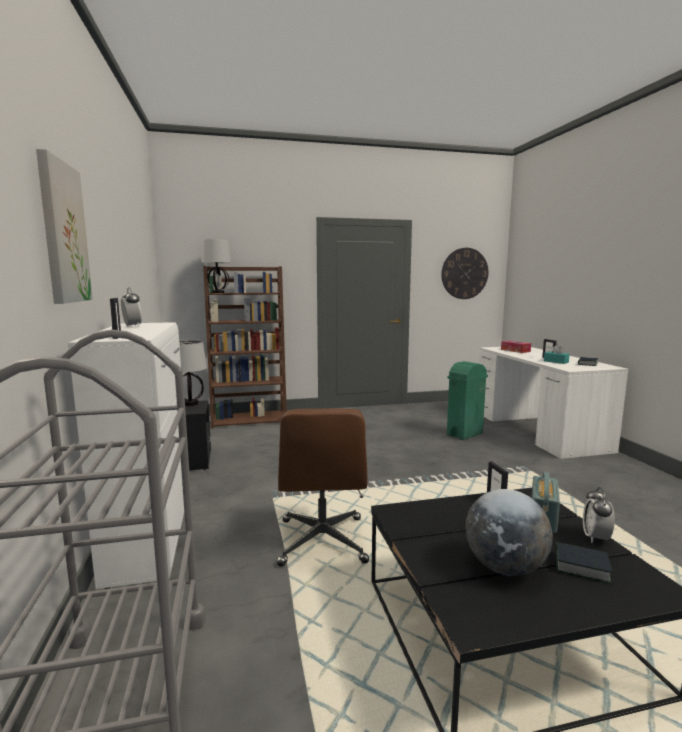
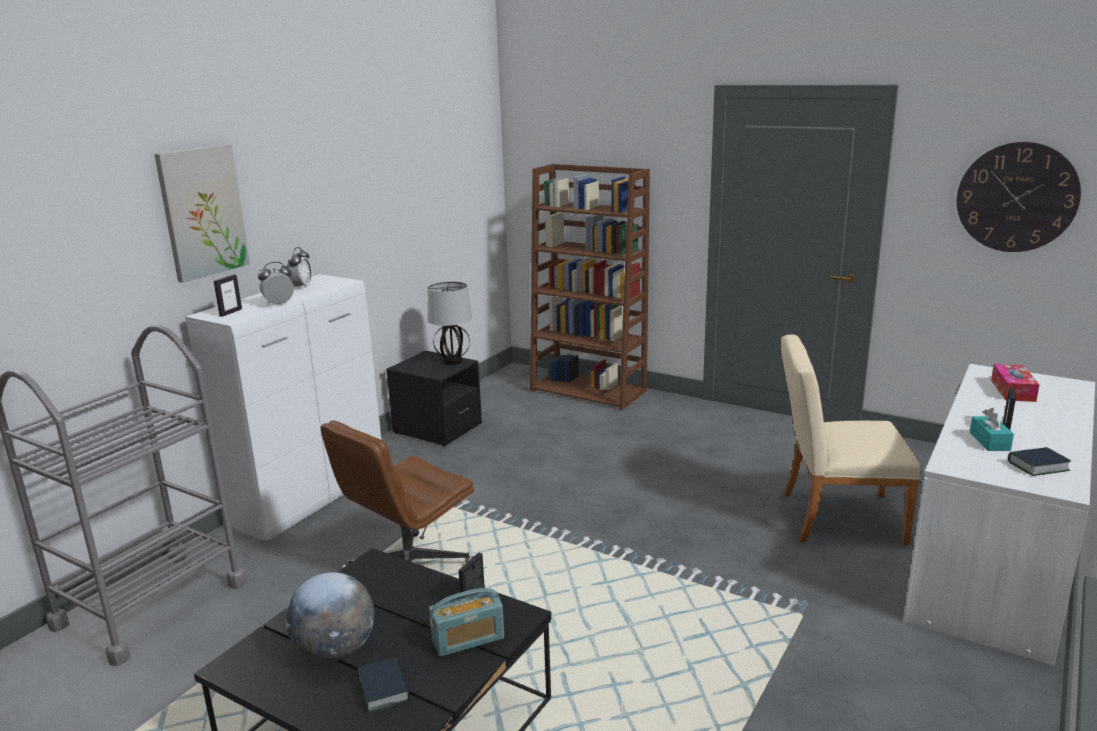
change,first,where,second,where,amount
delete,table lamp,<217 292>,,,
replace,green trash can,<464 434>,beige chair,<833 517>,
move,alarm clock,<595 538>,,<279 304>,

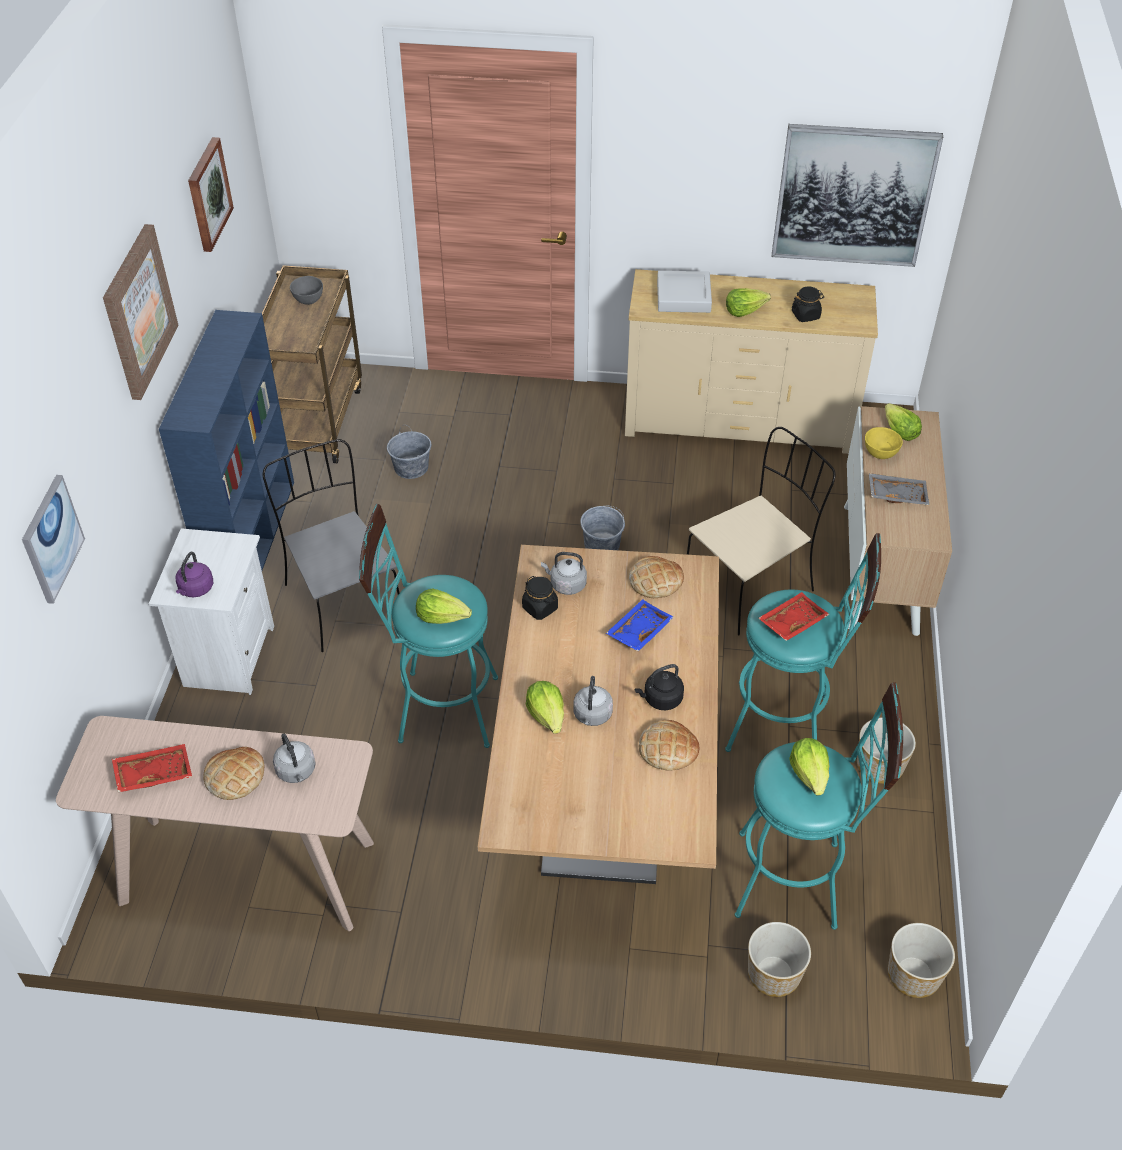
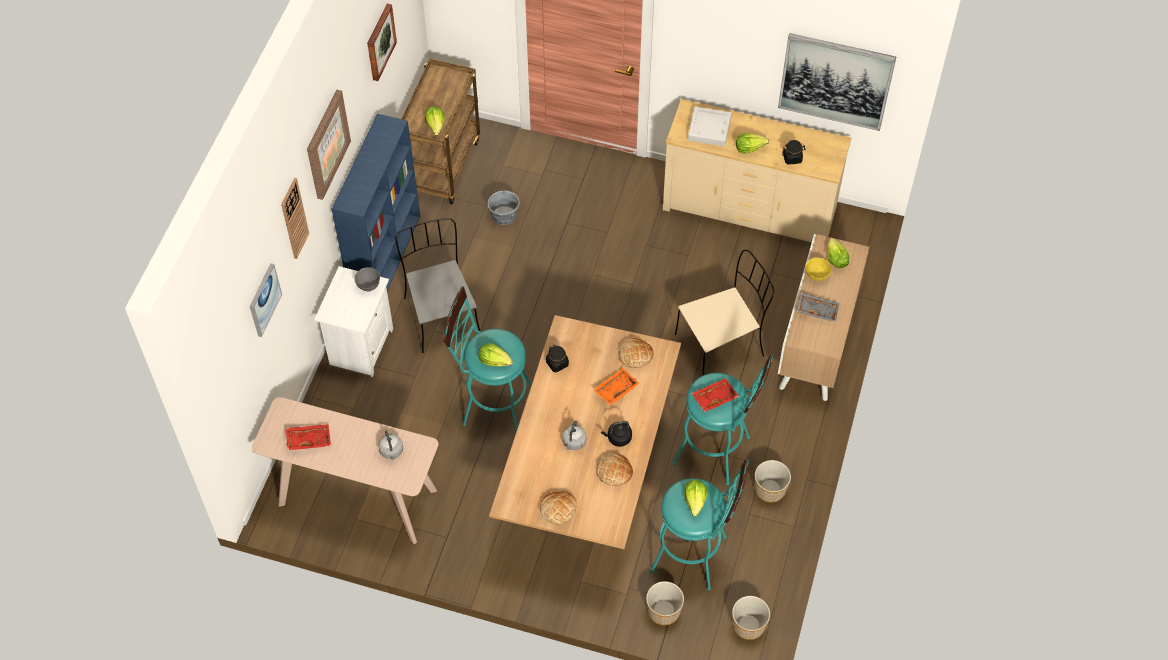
change,first,where,second,where,amount
delete,purple kettle,<195 589>,,,
move,bread,<235 776>,,<558 509>,
move,grey bowl,<308 300>,,<368 285>,
move,lettuce,<547 715>,,<435 126>,
delete,grey kettle,<566 584>,,,
delete,grey bucket,<602 544>,,,
recolor,blue tray,<638 631>,orange tray,<615 389>,
insert,,,wall clock,<294 218>,

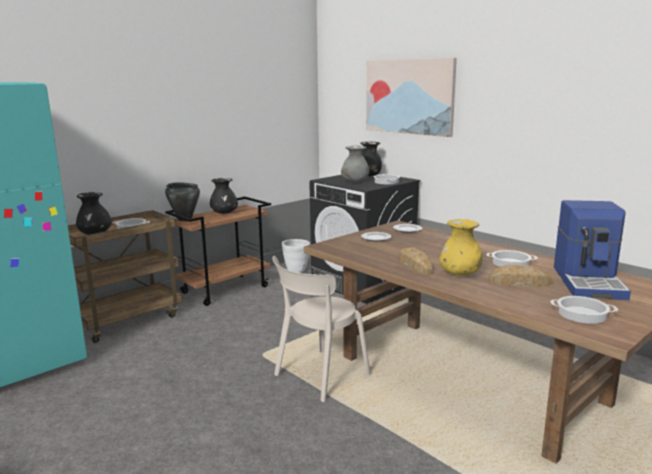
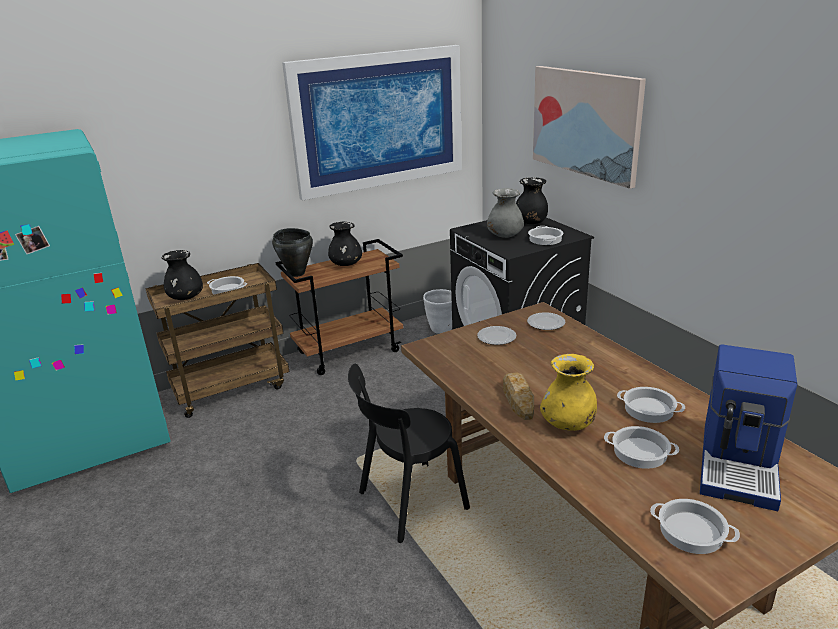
change,first,where,second,where,amount
recolor,beige chair,<319 376>,black chair,<408 502>,
replace,bread,<520 282>,cooking pot,<640 452>,
insert,,,picture,<379 120>,

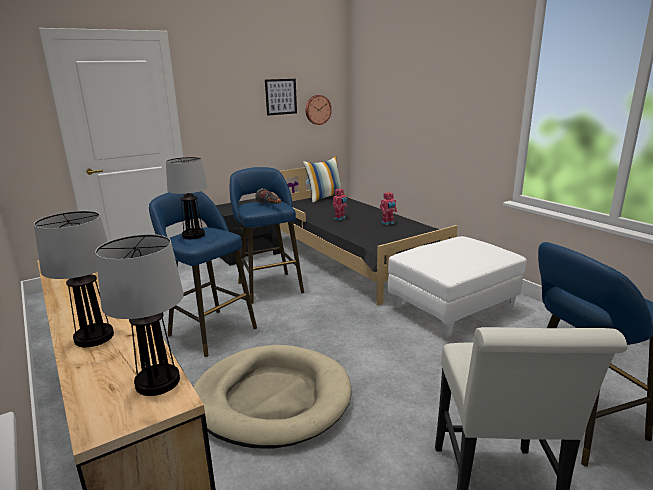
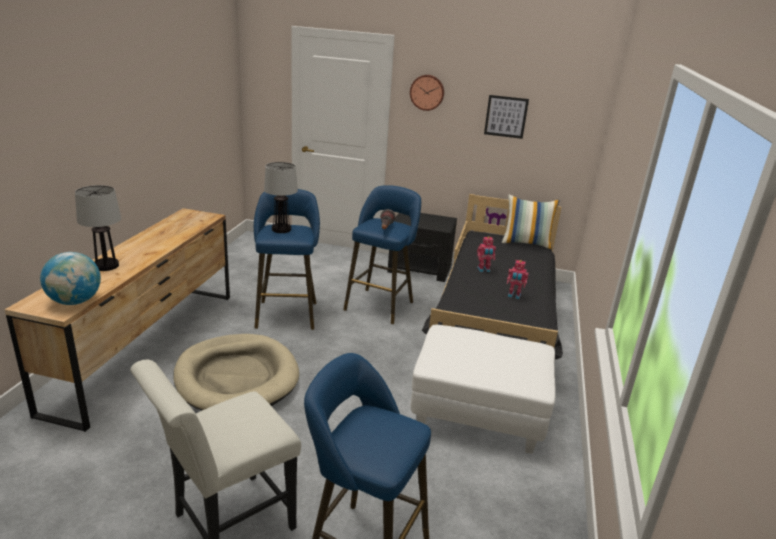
change,first,where,second,where,amount
replace,table lamp,<158 382>,globe,<75 301>,
move,wall clock,<317 109>,,<427 92>,

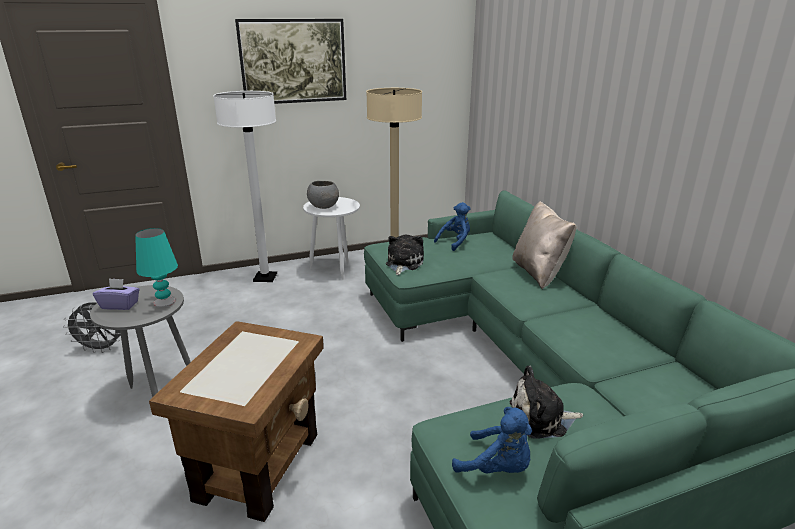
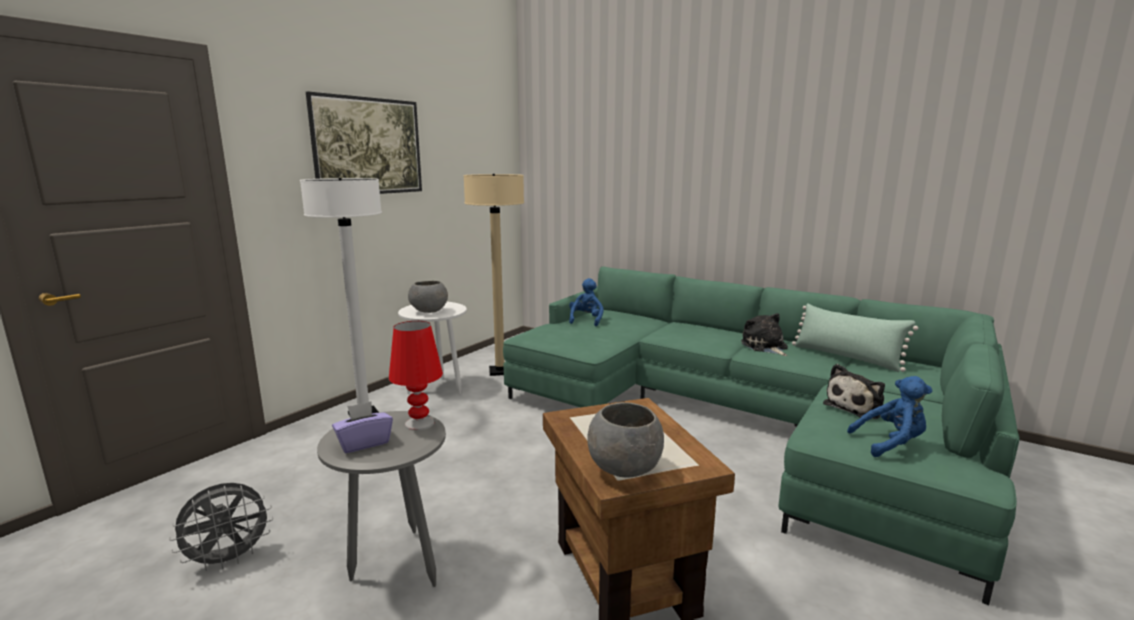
change,first,where,second,where,amount
recolor,turquoise table lamp,<164 302>,red table lamp,<419 424>,
move,plush toy,<403 263>,,<765 346>,
delete,beige pillow,<539 273>,,,
insert,,,grey bowl,<624 469>,
insert,,,green pillow,<846 357>,

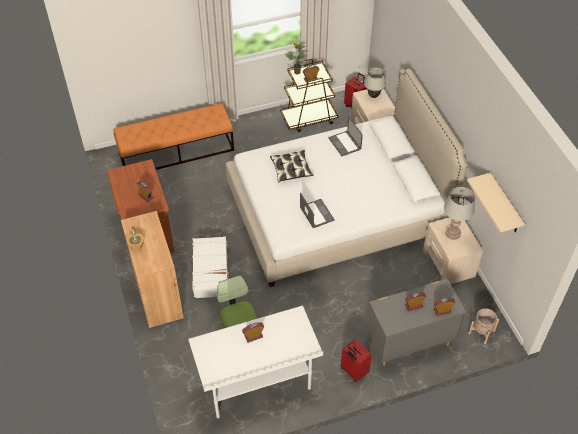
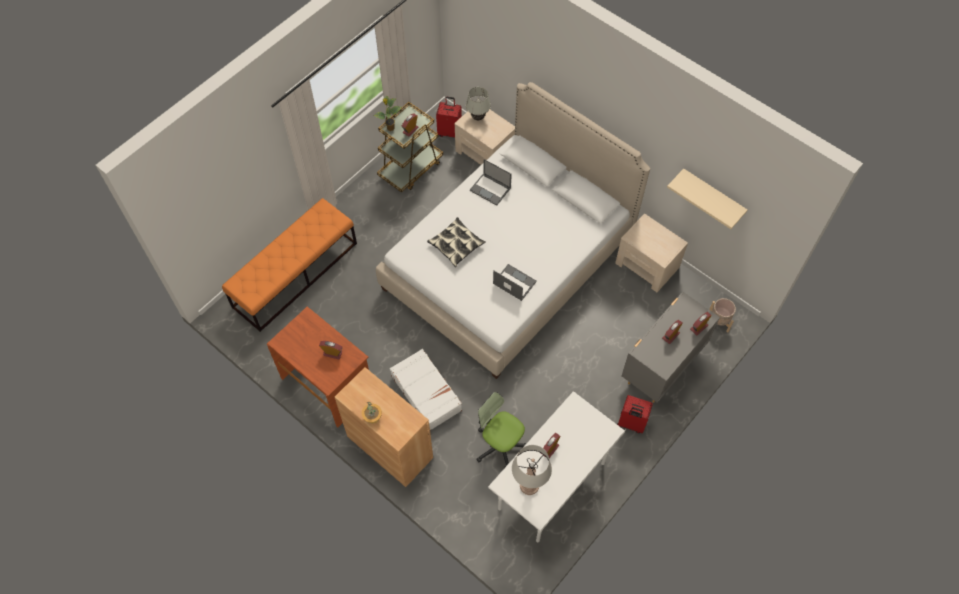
change,first,where,second,where,amount
move,grey table lamp,<452 233>,,<529 485>,

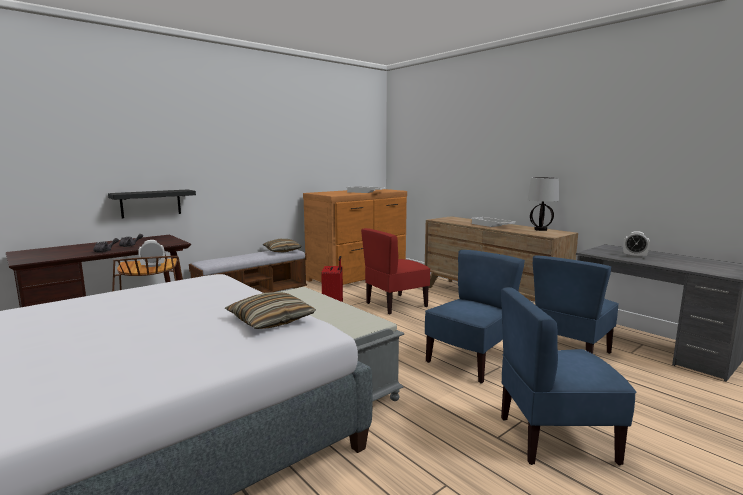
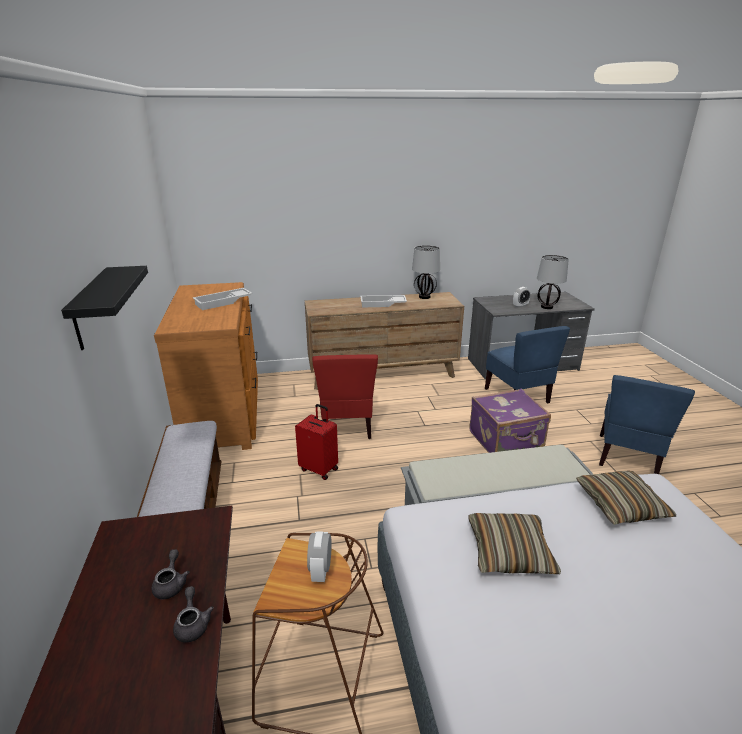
change,first,where,second,where,amount
move,black shelf,<151 203>,,<92 308>,
move,pillow,<282 250>,,<509 552>,
replace,blue chair,<469 362>,purple suitcase,<506 440>,
insert,,,table lamp,<547 307>,

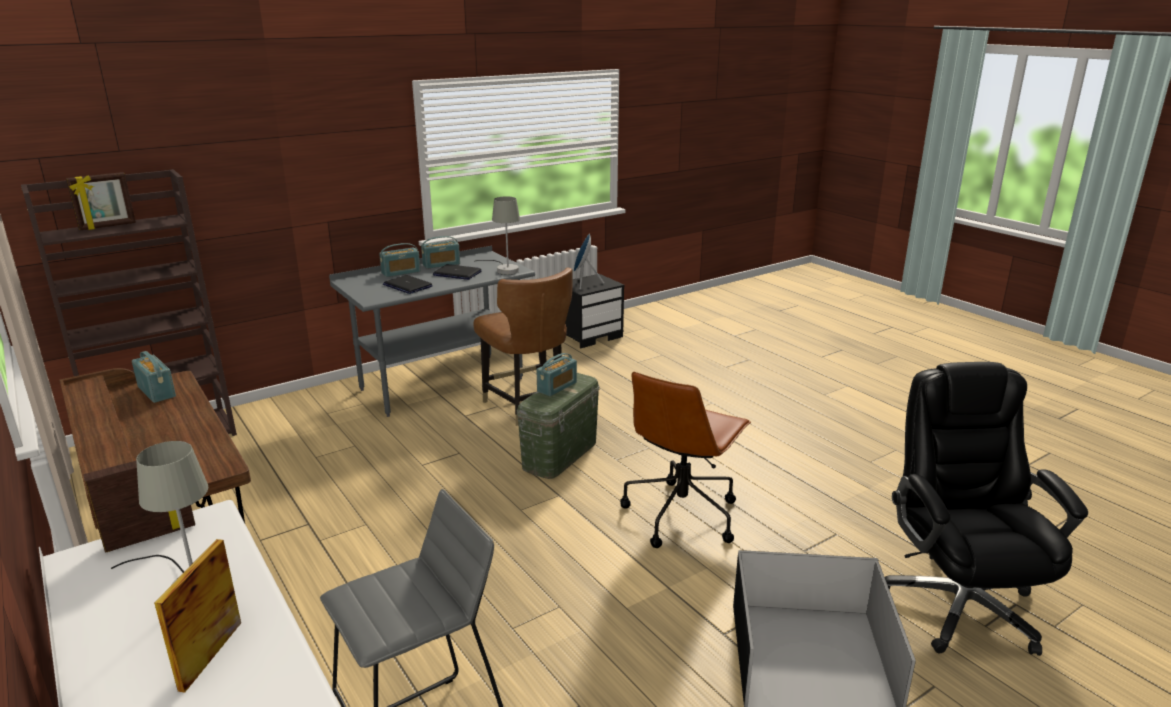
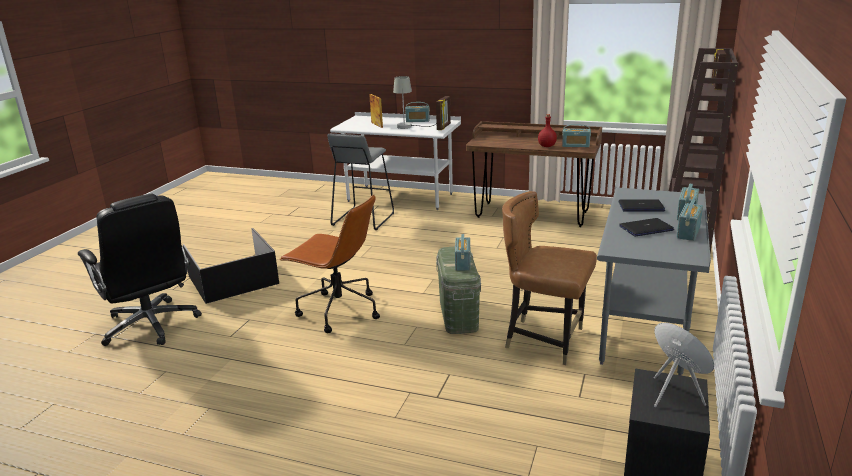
change,first,where,second,where,amount
delete,grey table lamp,<504 269>,,,
rotate,brown office chair,<681 514>,,<338 311>,120 degrees clockwise
insert,,,radio,<417 121>,
insert,,,red bottle,<546 146>,

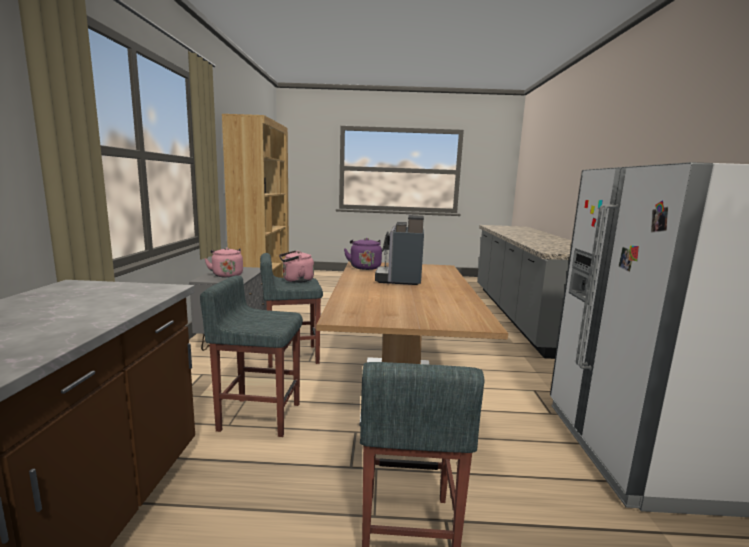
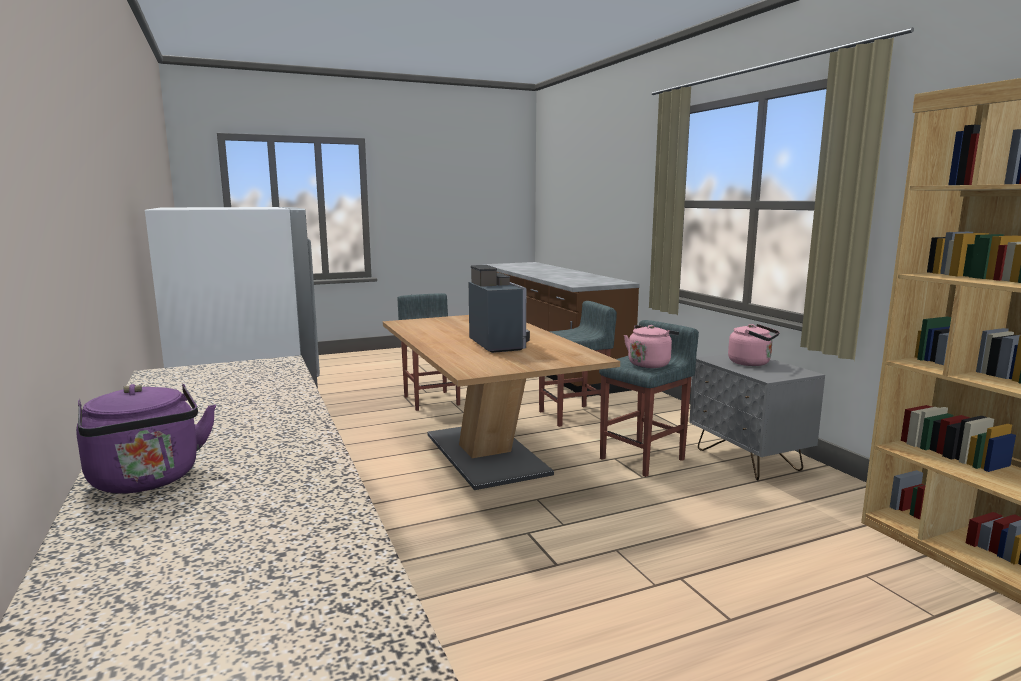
change,first,where,second,where,amount
move,purple kettle,<364 267>,,<147 481>,

